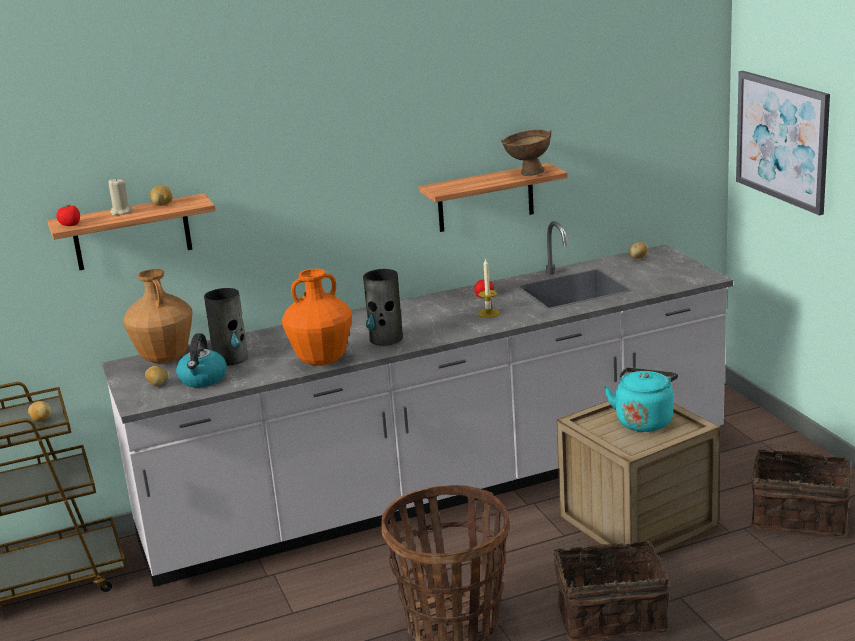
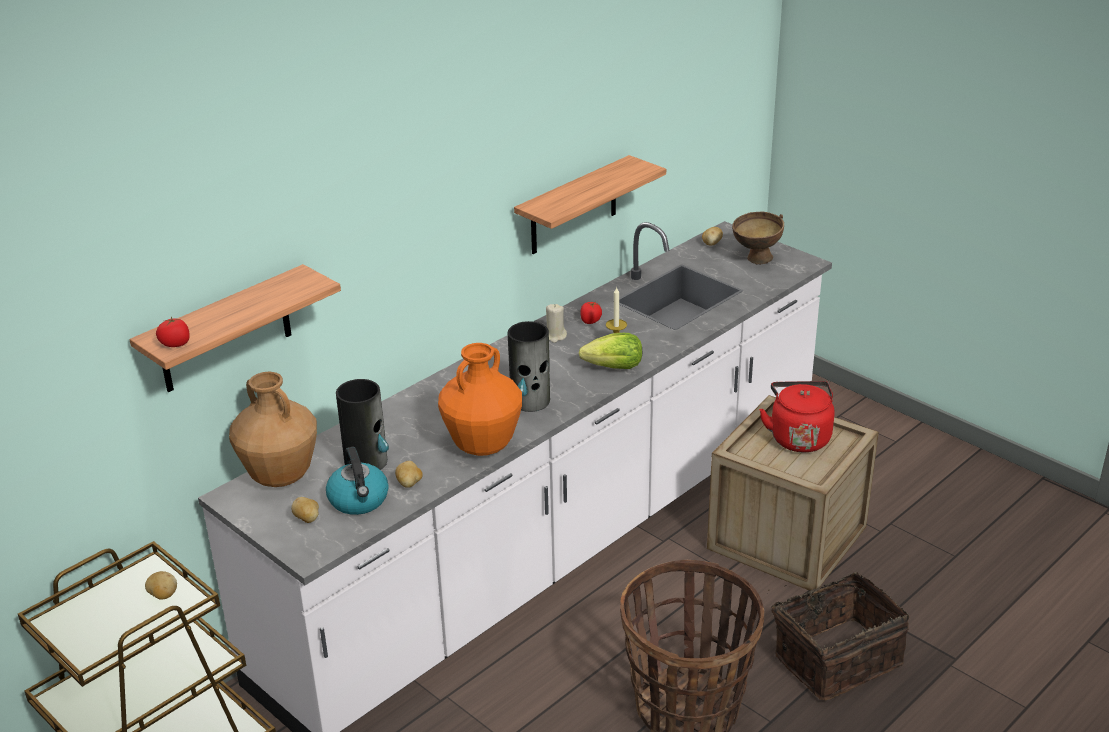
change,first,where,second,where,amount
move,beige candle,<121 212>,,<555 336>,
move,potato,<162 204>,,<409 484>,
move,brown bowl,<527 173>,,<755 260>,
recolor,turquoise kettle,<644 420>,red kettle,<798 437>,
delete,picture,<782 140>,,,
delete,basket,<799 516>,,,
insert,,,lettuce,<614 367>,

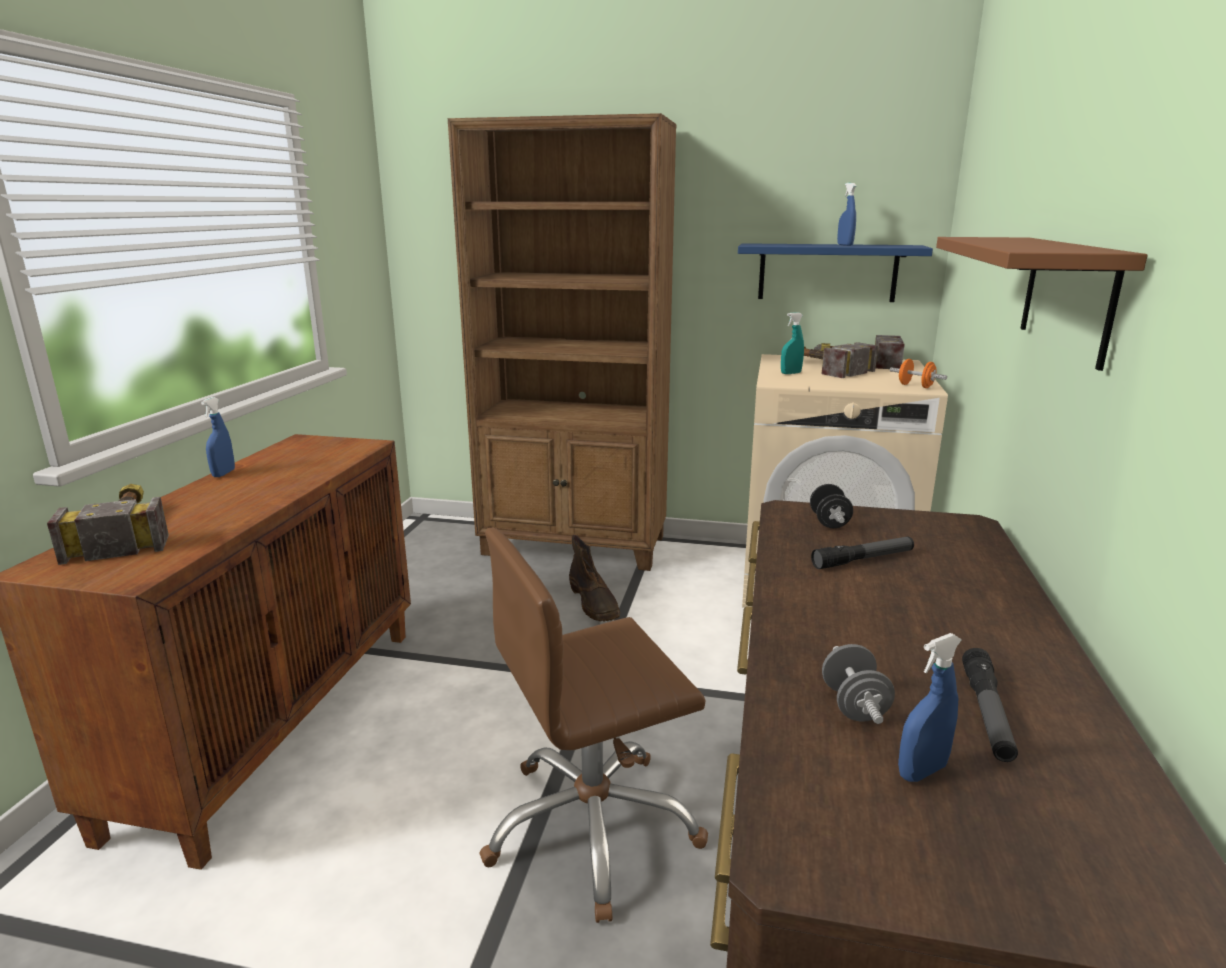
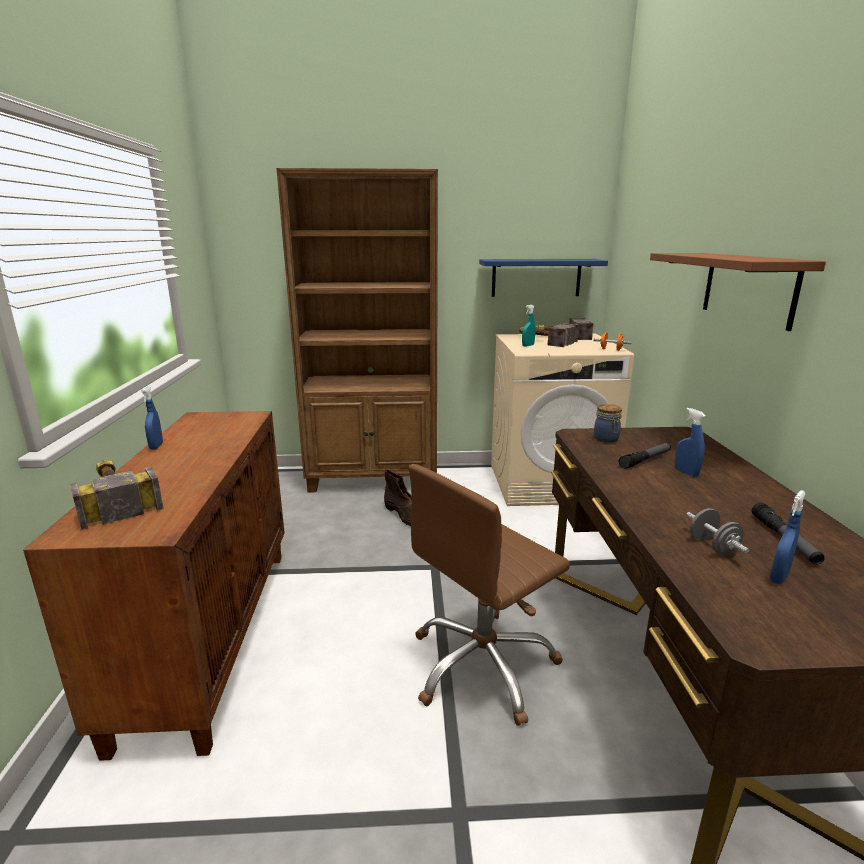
change,first,where,second,where,amount
replace,black dumbbell,<829 522>,jar,<606 439>,
move,blue spray bottle,<845 245>,,<686 473>,

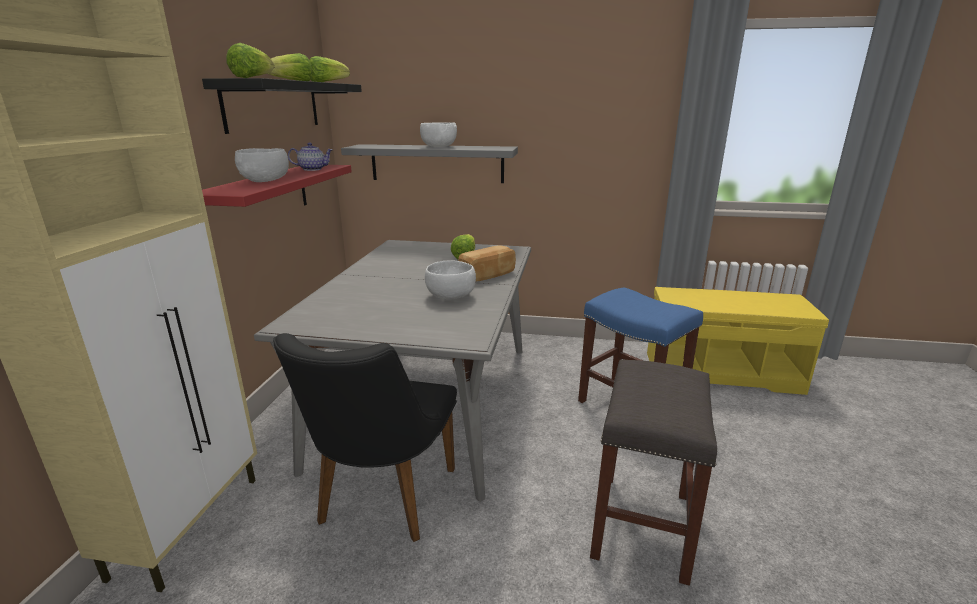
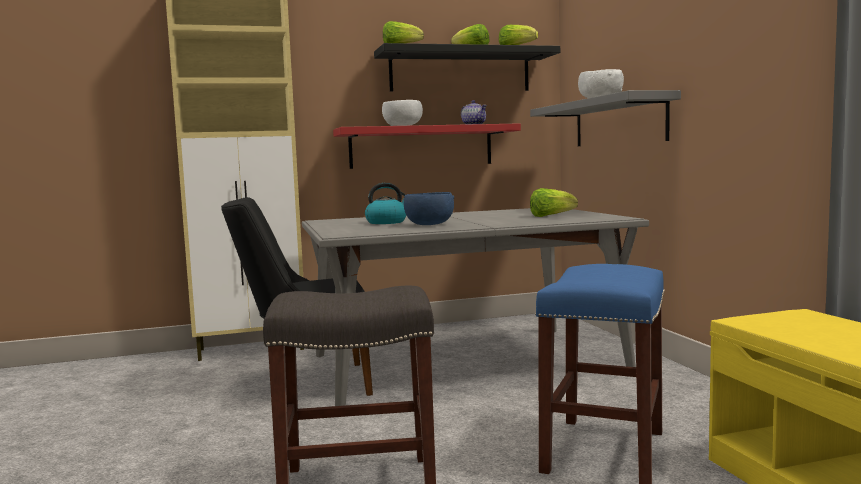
change,first,where,second,where,amount
recolor,white bowl,<451 296>,blue bowl,<429 225>,
delete,bread,<488 275>,,,
insert,,,kettle,<387 222>,

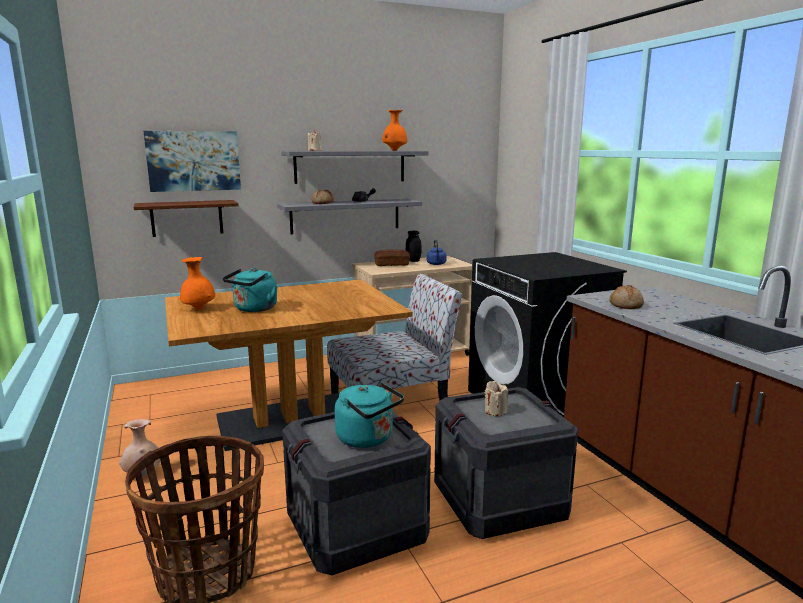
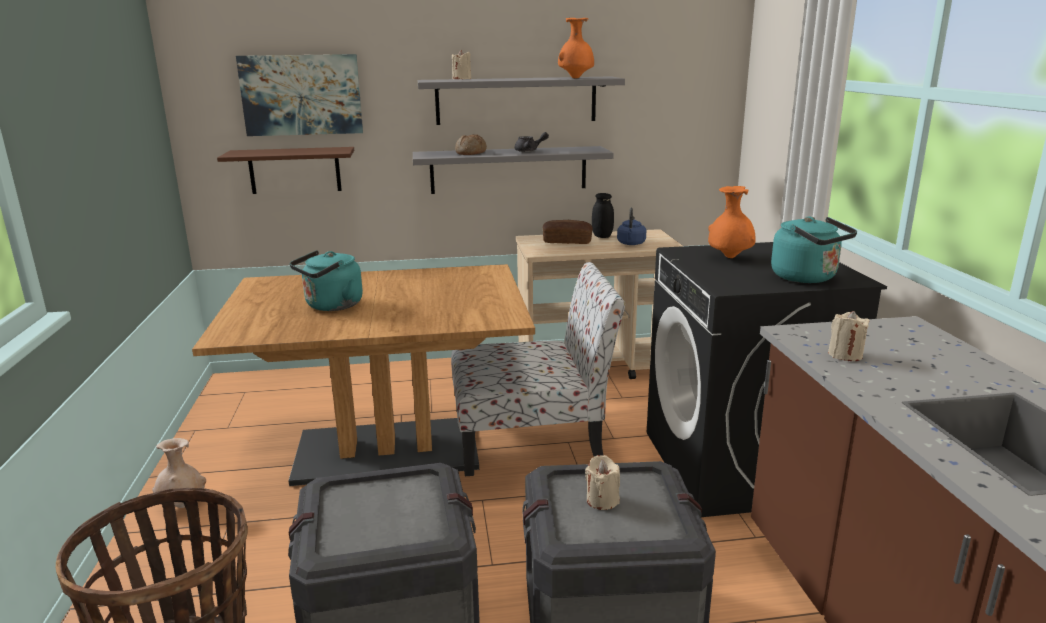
change,first,where,second,where,amount
move,orange vase,<198 309>,,<729 257>,
move,turquoise kettle,<368 439>,,<807 278>,
replace,bread,<626 305>,beige candle,<845 355>,

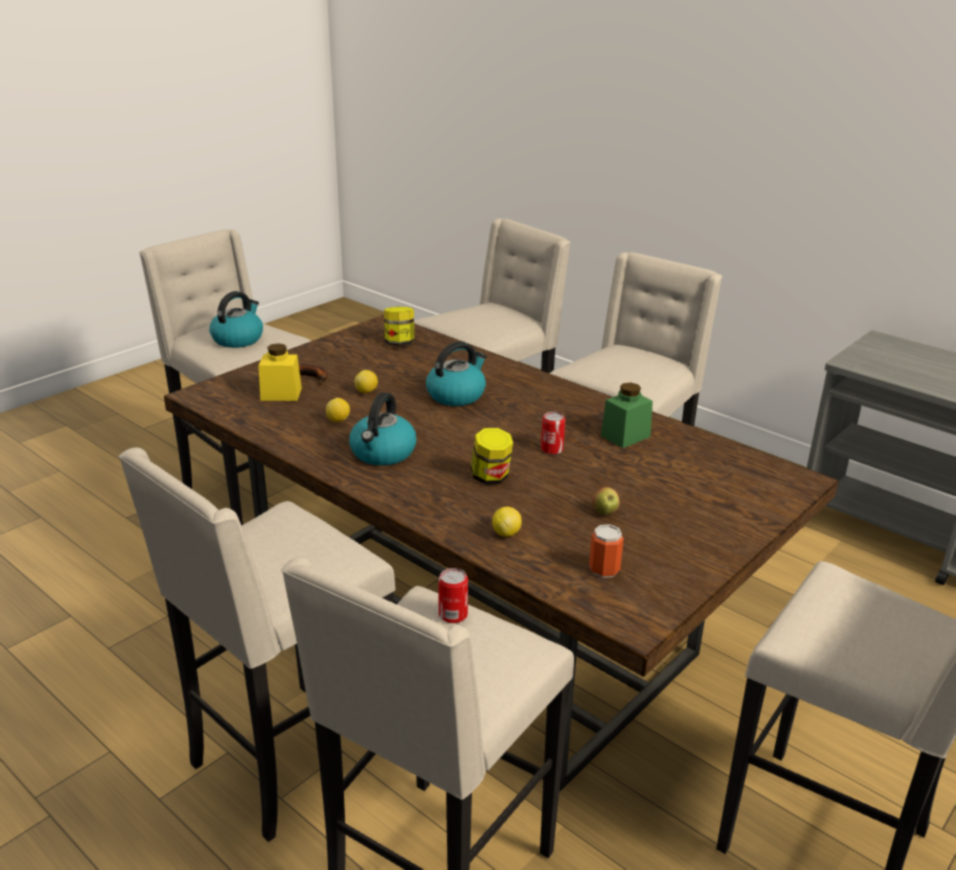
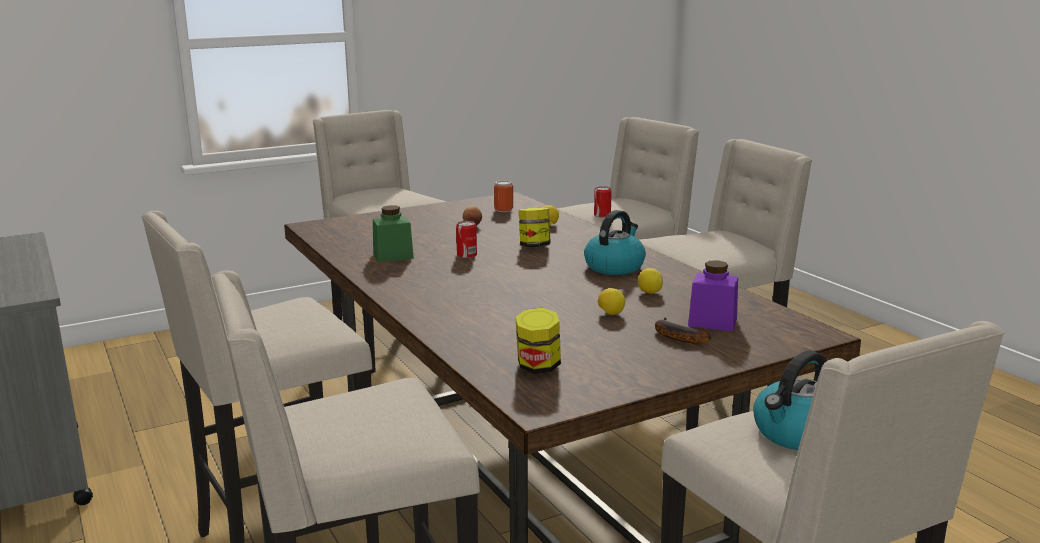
change,first,where,second,where,amount
recolor,yellow jar,<281 394>,purple jar,<712 322>,
delete,kettle,<456 395>,,,

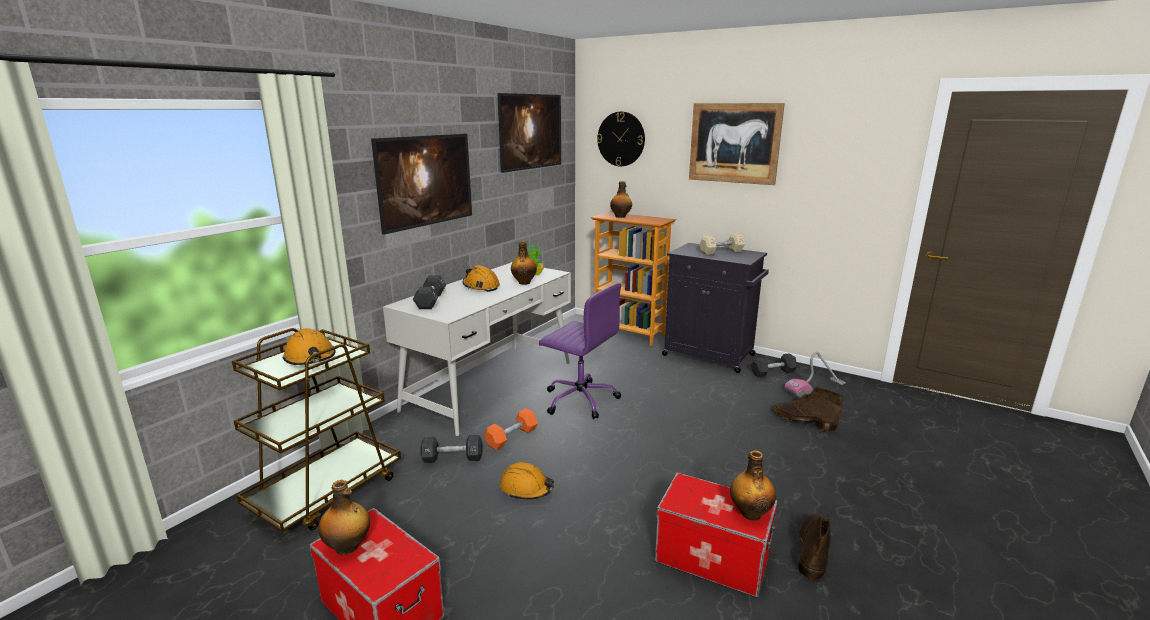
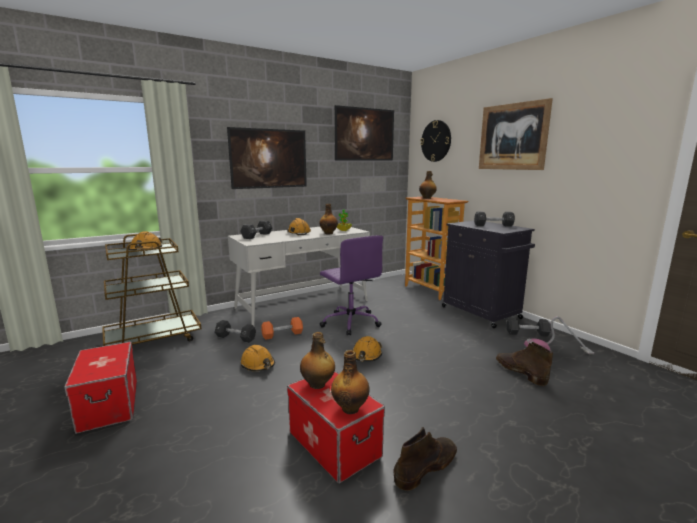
change,first,where,second,where,amount
move,bottle,<348 547>,,<317 384>,
recolor,beige dumbbell,<721 251>,black dumbbell,<493 225>,
insert,,,orange hard hat,<366 355>,

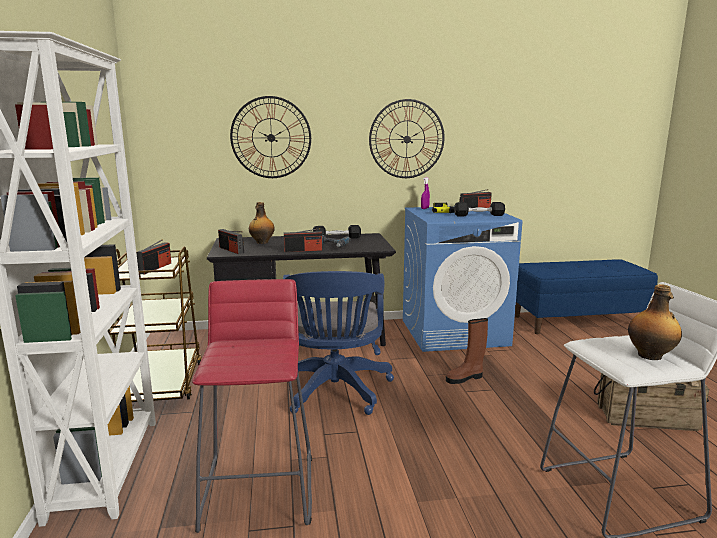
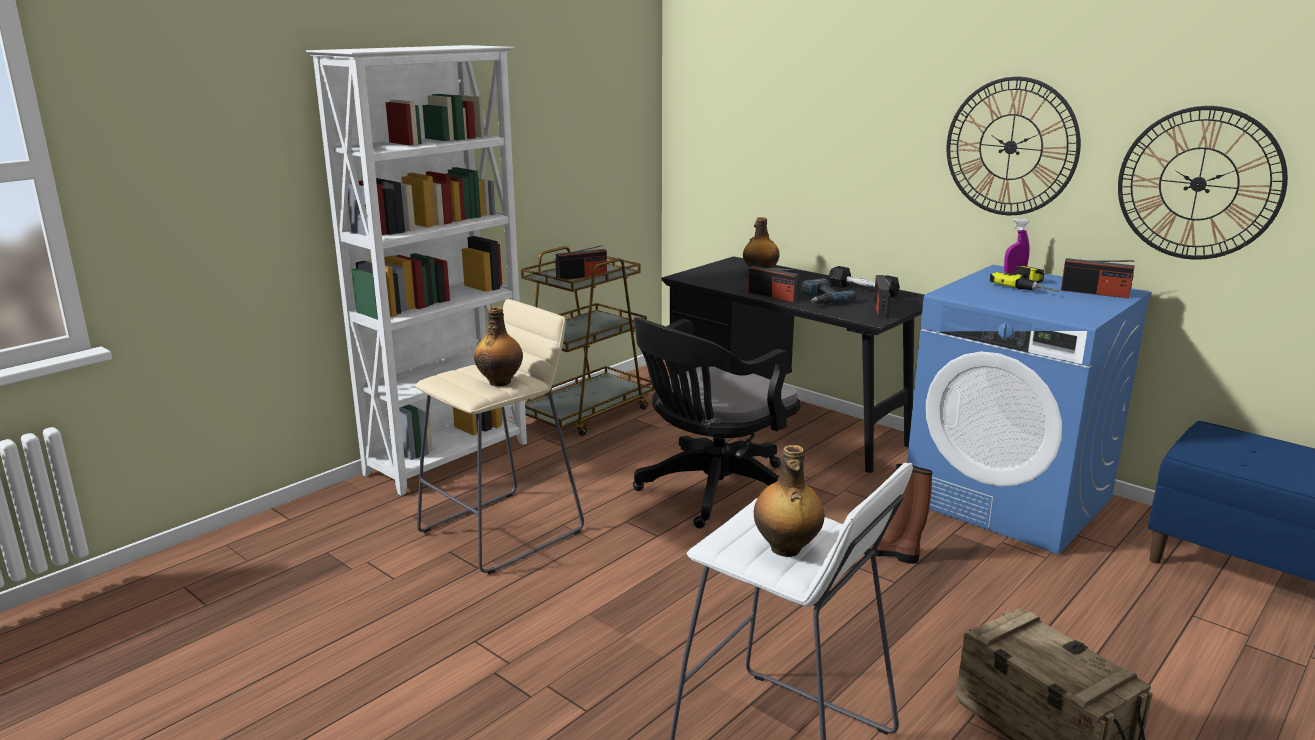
change,first,where,second,where,amount
recolor,red stool,<259 490>,beige stool,<503 531>,
move,radio,<231 250>,,<880 309>,
move,wall clock,<271 137>,,<1198 184>,
recolor,blue office chair,<335 392>,black office chair,<711 492>,
delete,black dumbbell,<479 215>,,,
insert,,,bottle,<500 382>,

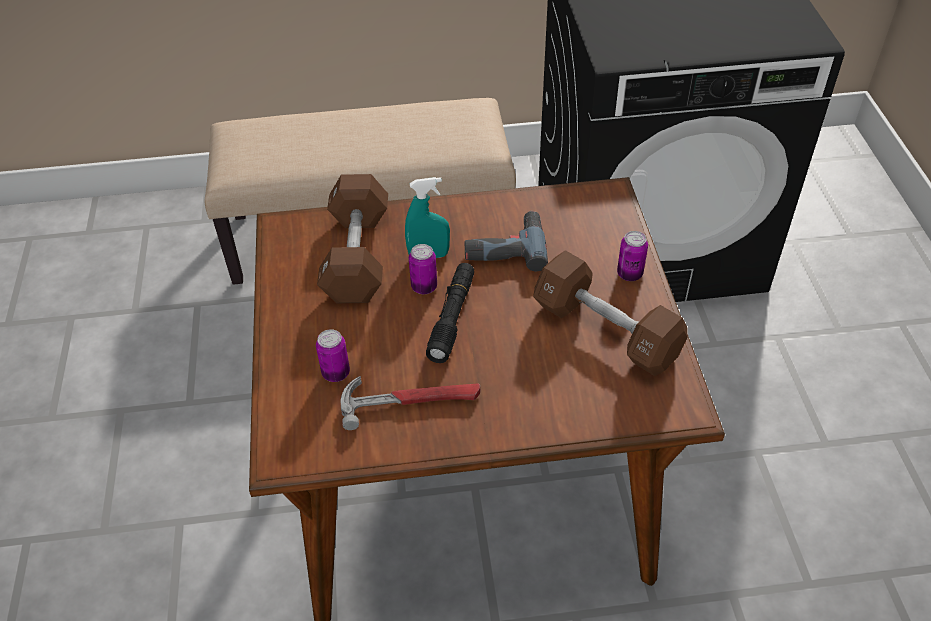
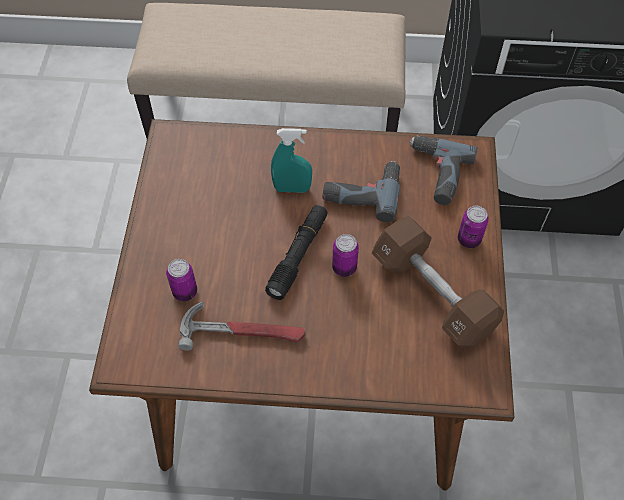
change,first,where,second,where,amount
delete,brown dumbbell,<356 256>,,,
move,can,<424 287>,,<344 268>,
insert,,,power drill,<435 174>,

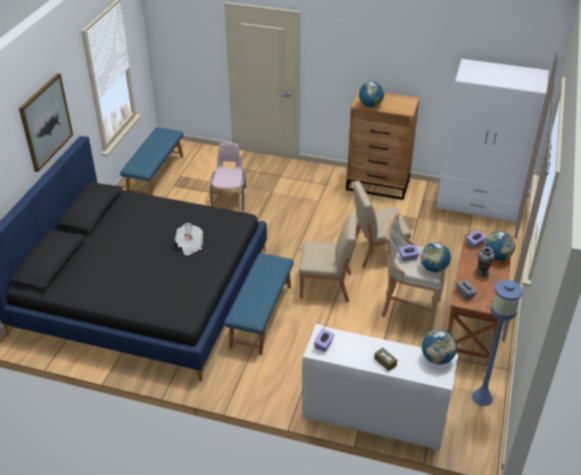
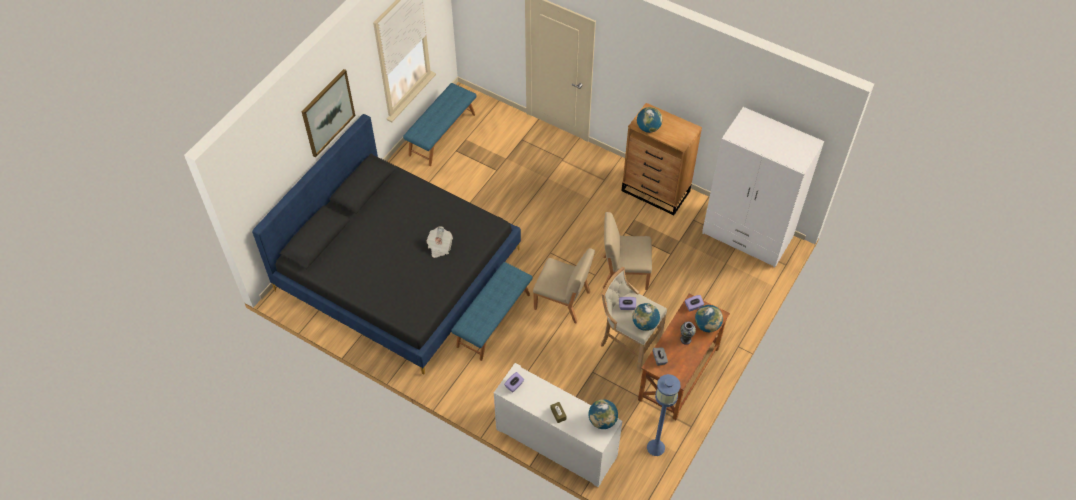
change,first,where,second,where,amount
delete,pink chair,<229 198>,,,

